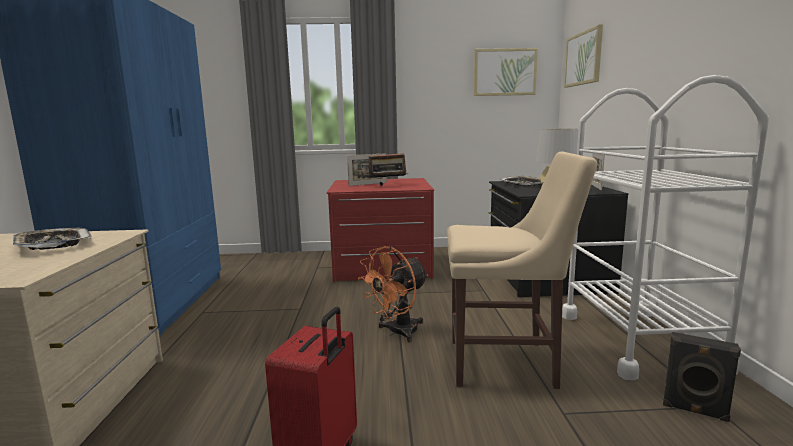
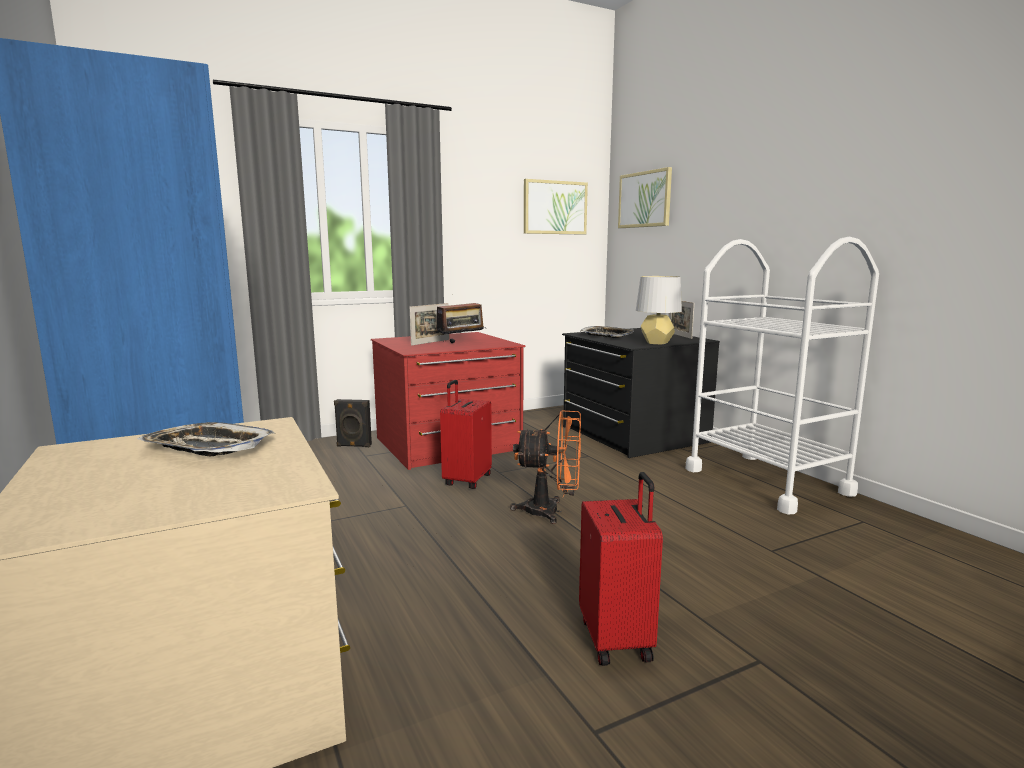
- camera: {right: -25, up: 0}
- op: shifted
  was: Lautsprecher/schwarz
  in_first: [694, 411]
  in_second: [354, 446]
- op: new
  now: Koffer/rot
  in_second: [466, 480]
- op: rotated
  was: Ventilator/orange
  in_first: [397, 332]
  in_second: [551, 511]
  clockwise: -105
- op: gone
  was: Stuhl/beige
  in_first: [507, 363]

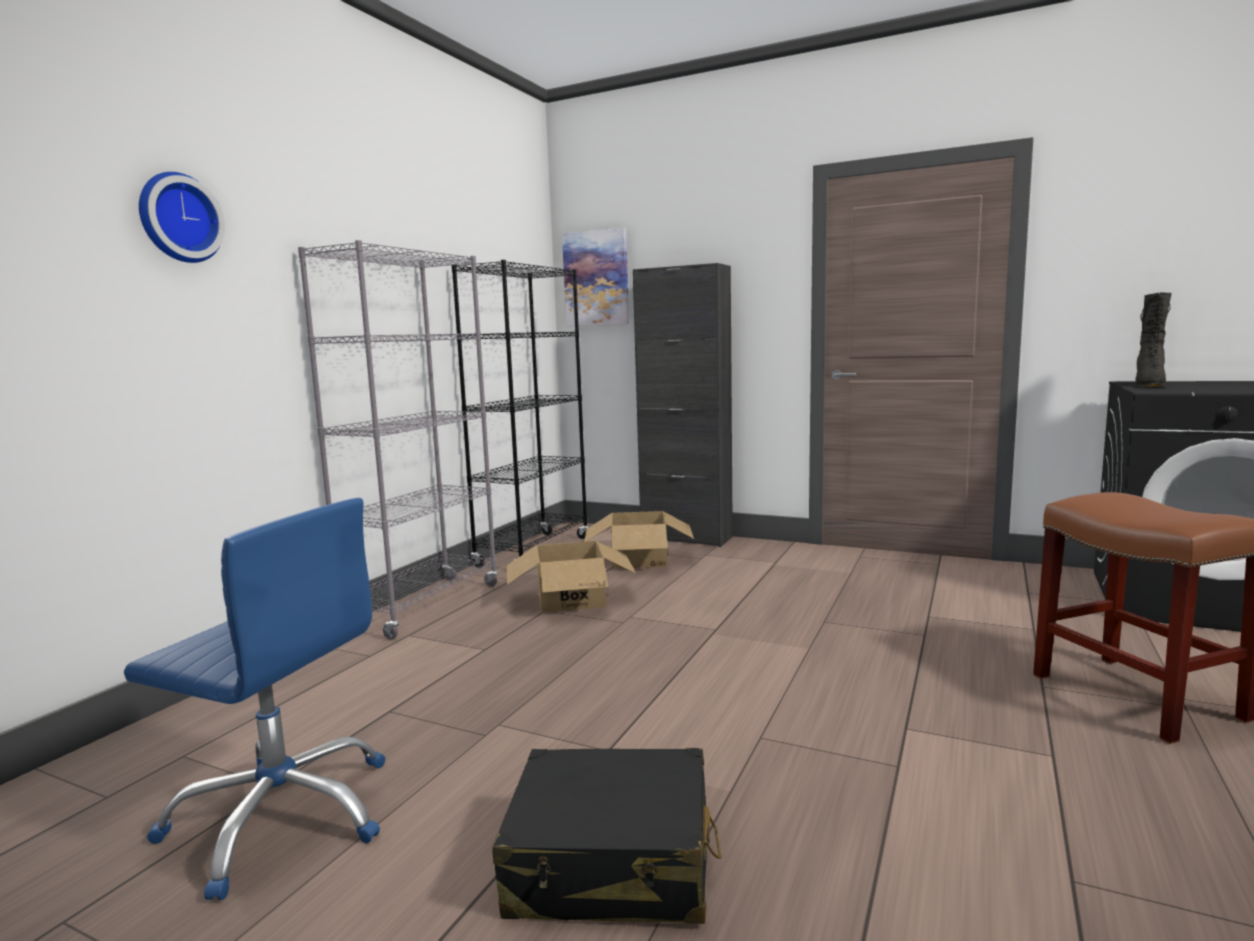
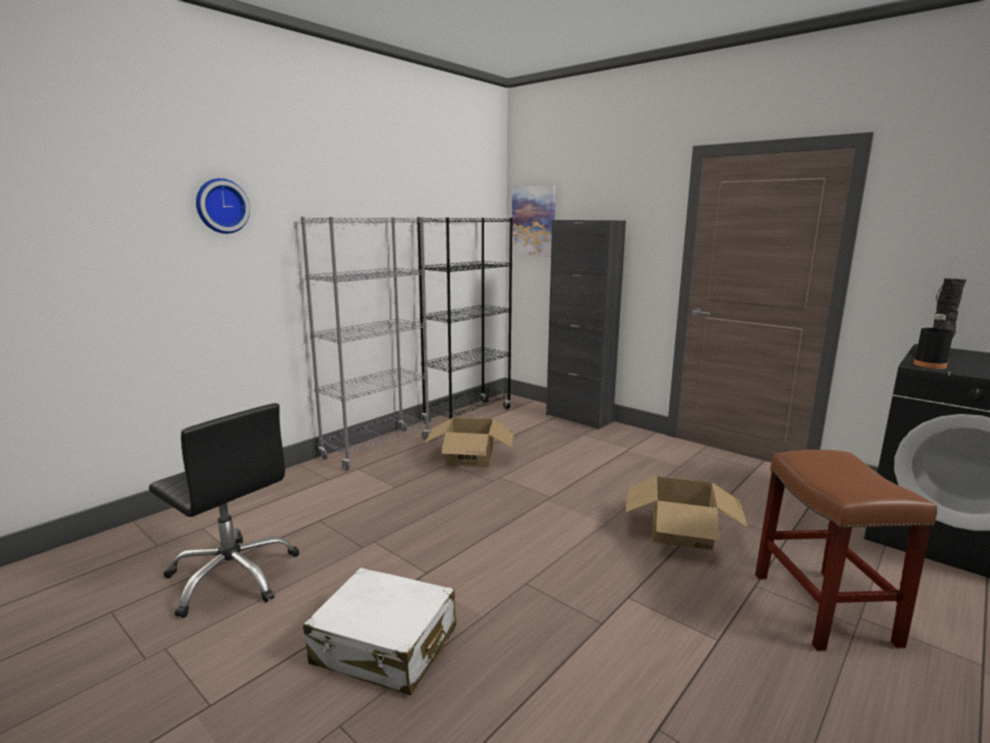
- camera: {right: 15, up: 5}
- op: repainted
  was: Bürostuhl/blau
  now: Bürostuhl/schwarz
  in_first: [283, 816]
  in_second: [233, 576]
- op: repainted
  was: Koffer/schwarz
  now: Koffer/weiß
  in_first: [612, 864]
  in_second: [385, 646]
- op: shifted
  was: Karton
  in_first: [639, 559]
  in_second: [681, 531]
- op: new
  now: Flasche/schwarz
  in_second: [929, 365]

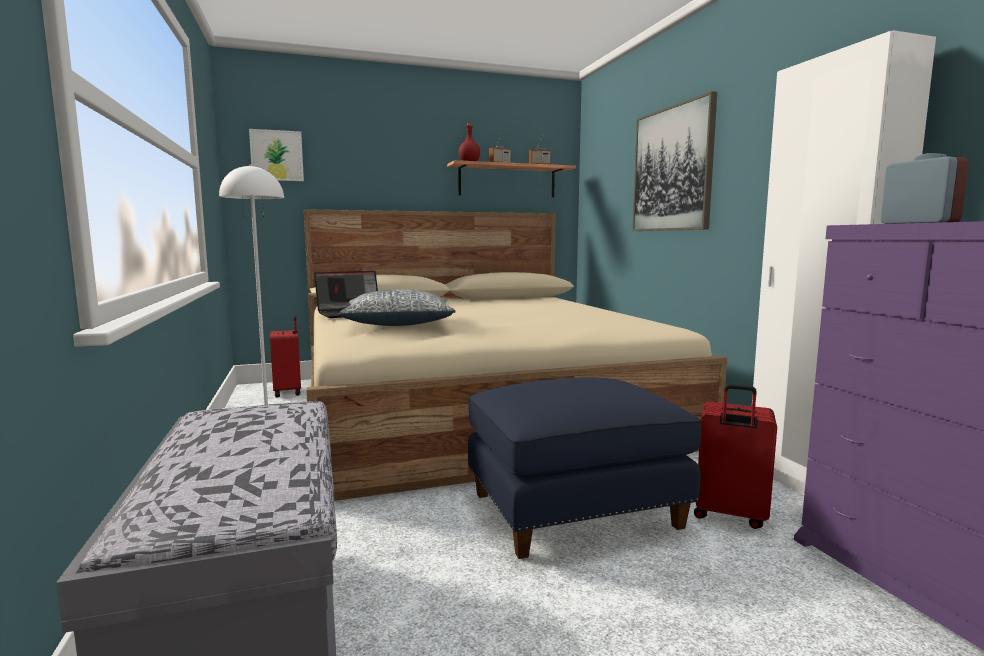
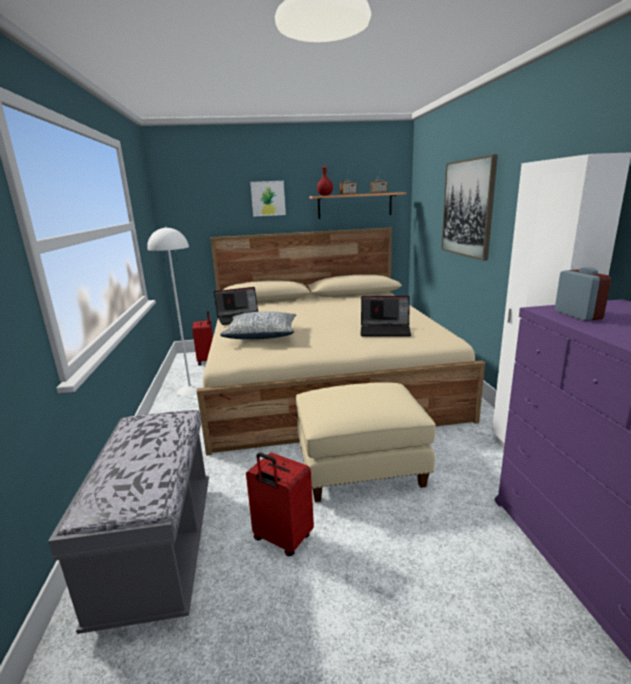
- camera: {right: 10, up: 10}
- op: shifted
  was: Koffer/rot
  in_first: [729, 516]
  in_second: [282, 539]
- op: shifted
  was: Bild
  in_first: [277, 155]
  in_second: [268, 198]
- op: repainted
  was: Polsterhocker/blau
  now: Polsterhocker/beige
  in_first: [574, 509]
  in_second: [360, 467]
- op: new
  now: Laptop
  in_second: [386, 330]

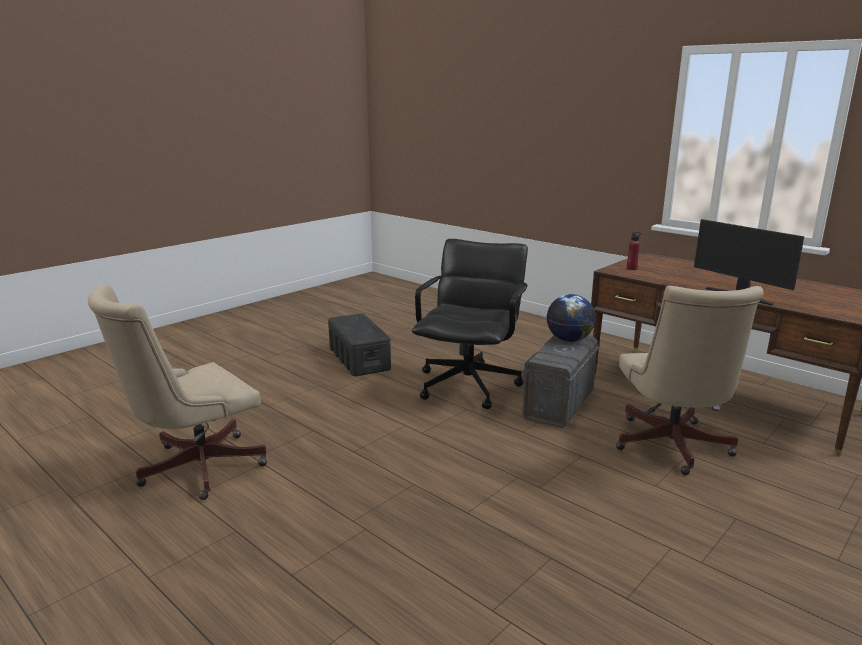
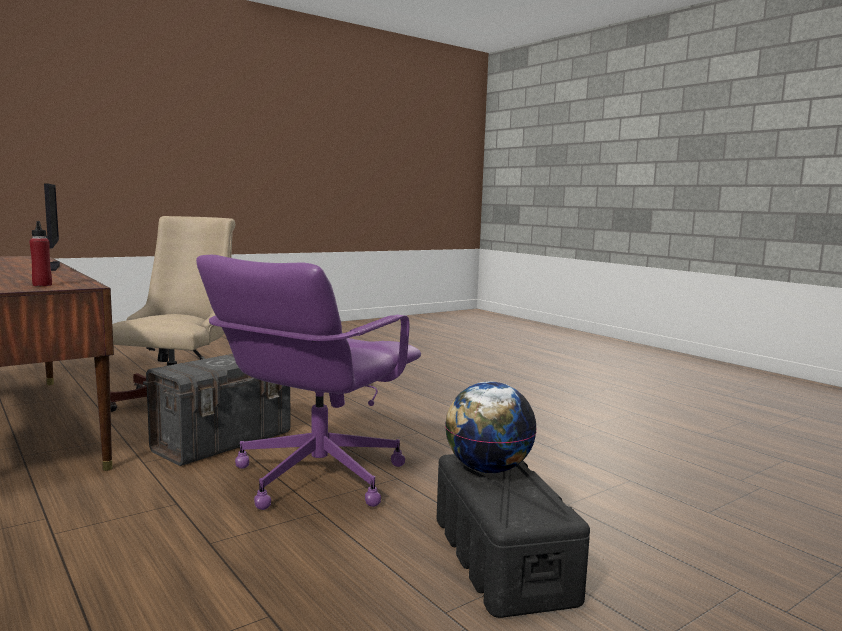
- camera: {right: -170, up: -10}
- op: repainted
  was: Bürostuhl/schwarz
  now: Bürostuhl/lila
  in_first: [469, 385]
  in_second: [316, 477]
- op: shifted
  was: Globus
  in_first: [569, 340]
  in_second: [487, 469]
- op: gone
  was: Bürostuhl/beige
  in_first: [193, 468]

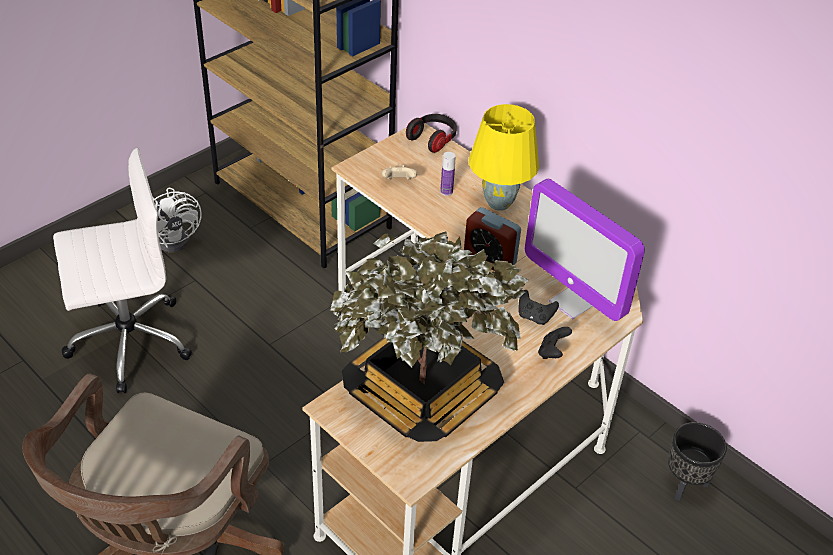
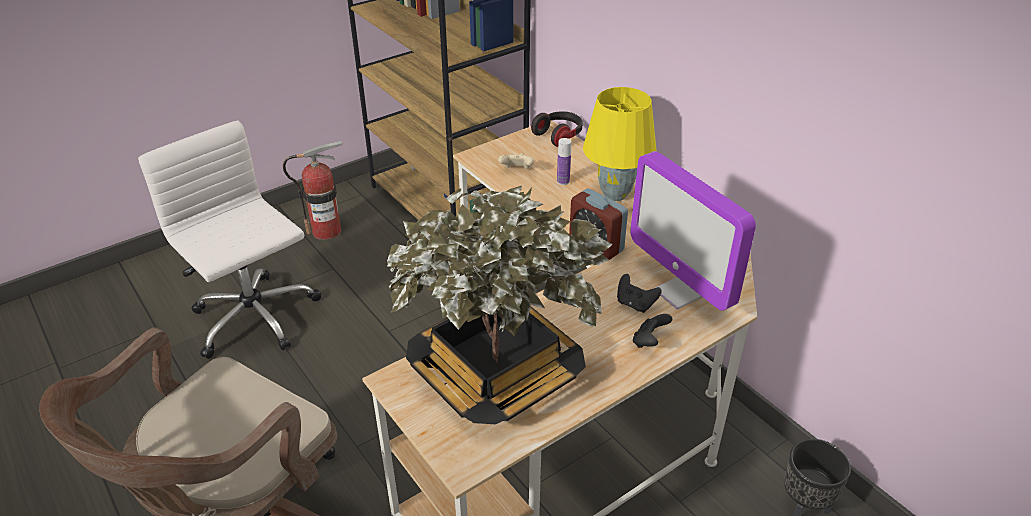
- camera: {right: 10, up: -5}
- op: rotated
  was: Bürostuhl/weiß
  in_first: [127, 341]
  in_second: [256, 319]
  clockwise: -120
- op: swapped
  was: Ventilator/weiß
  now: Feuerlöscher
  in_first: [177, 237]
  in_second: [326, 231]

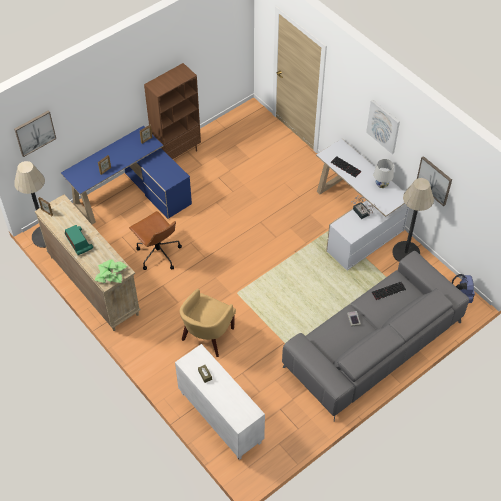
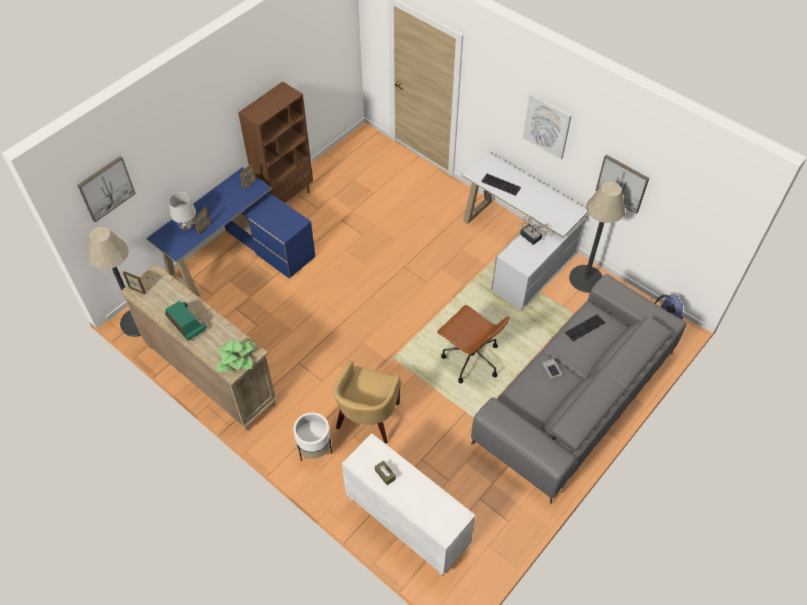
- camera: {right: -10, up: 0}
- op: shifted
  was: Tischlampe/weiß
  in_first: [382, 184]
  in_second: [186, 225]
- op: new
  now: Pflanzkübel/weiß
  in_second: [315, 449]
- op: shifted
  was: Bürostuhl/braun
  in_first: [158, 253]
  in_second: [470, 359]

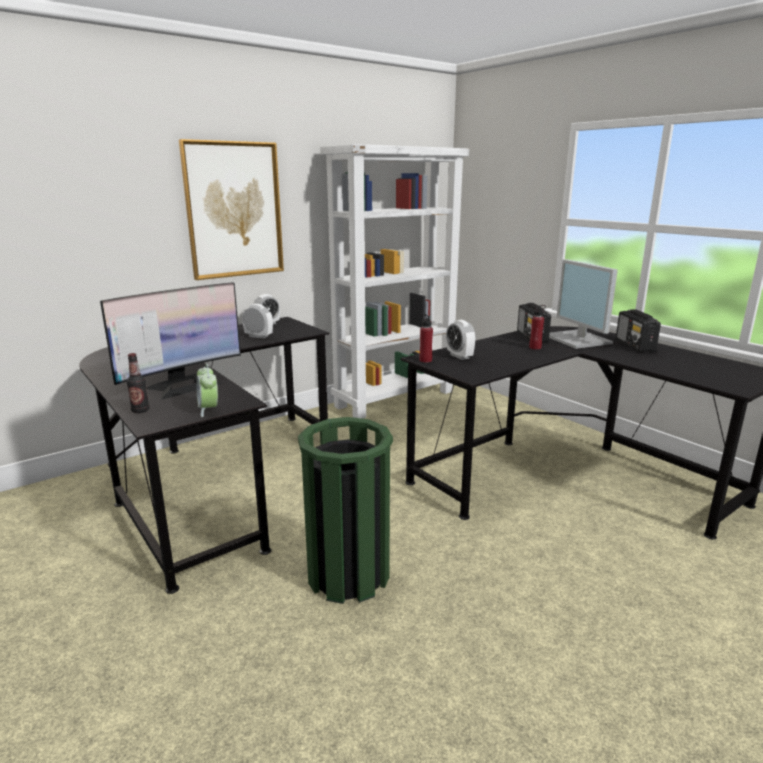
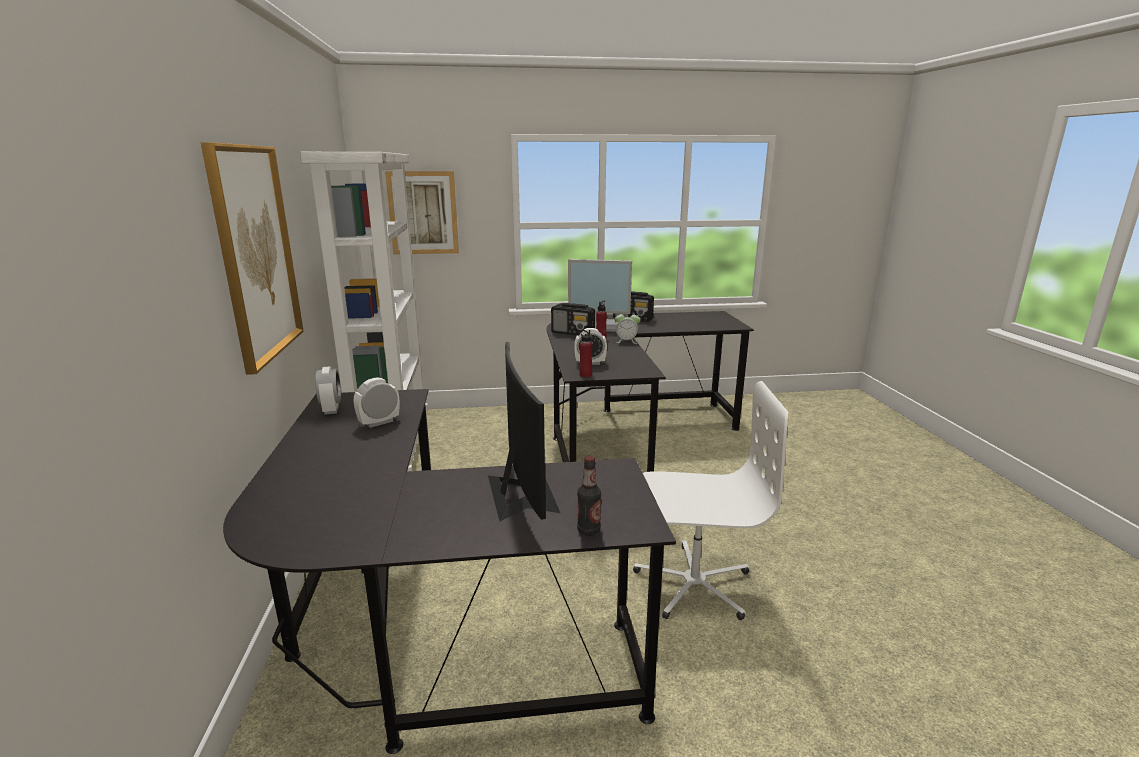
- camera: {right: -60, up: 0}
- op: new
  now: Bild
  in_second: [423, 213]
- op: shifted
  was: Wecker
  in_first: [209, 410]
  in_second: [626, 341]
- op: swapped
  was: Mülleimer/grün
  now: Bürostuhl/weiß
  in_first: [348, 575]
  in_second: [693, 583]

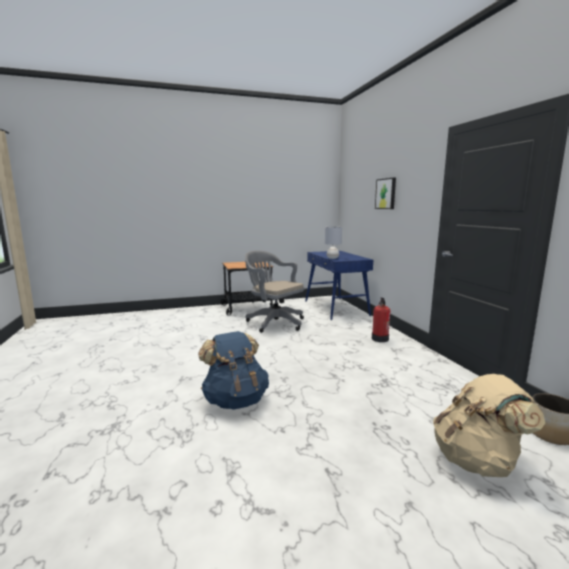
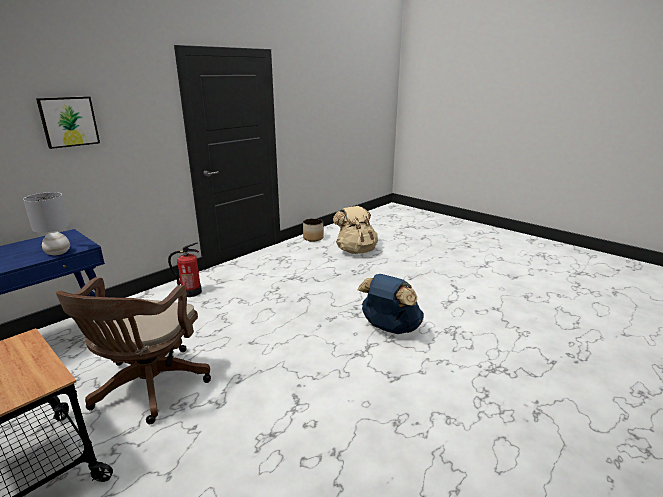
- camera: {right: -120, up: 10}
- op: repainted
  was: Bürostuhl/grau
  now: Bürostuhl/braun
  in_first: [273, 322]
  in_second: [148, 388]

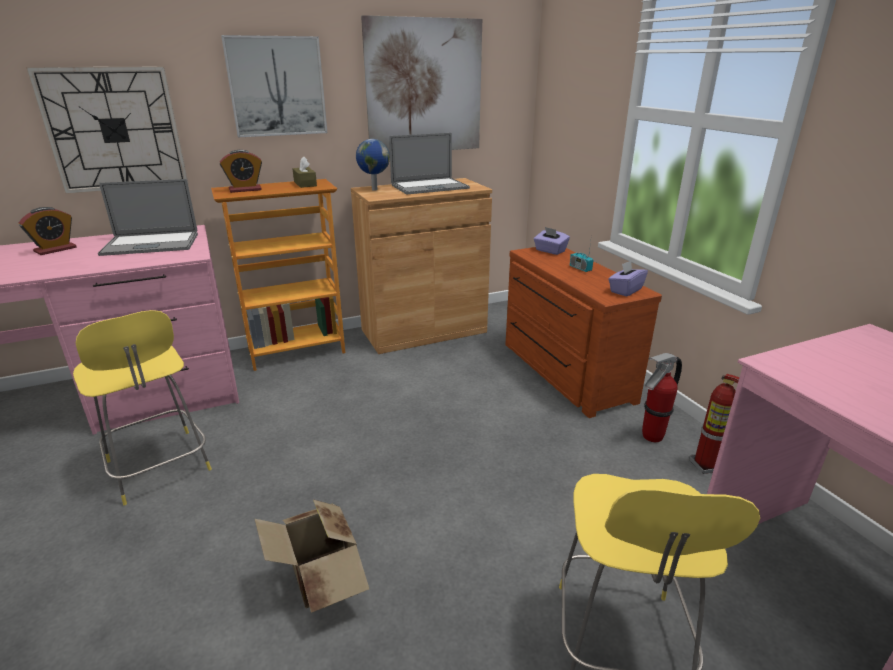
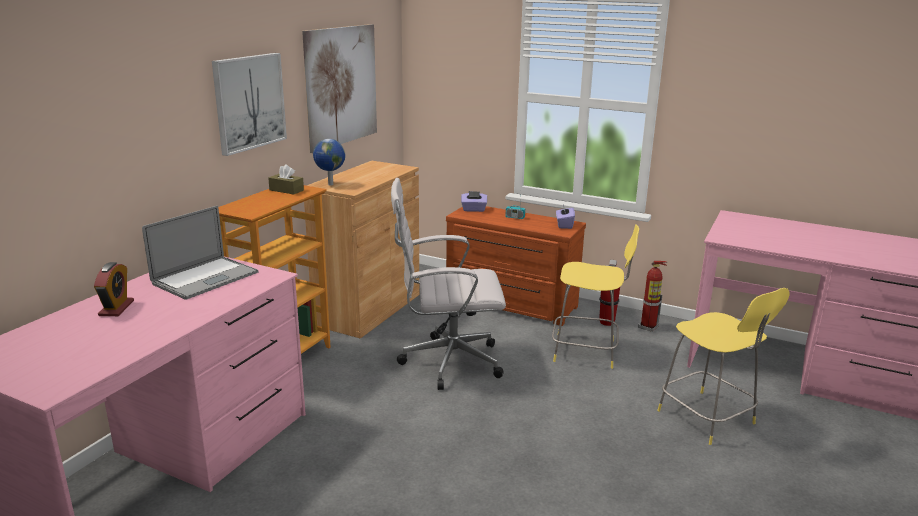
- camera: {right: -40, up: -5}
- op: new
  now: Bürostuhl/weiß
  in_second: [446, 362]
- op: shifted
  was: Hocker/gelb
  in_first: [159, 468]
  in_second: [587, 351]
- op: gone
  was: Wanduhr
  in_first: [114, 130]
- op: gone
  was: Wecker
  in_first: [245, 190]
- op: gone
  was: Karton
  in_first: [320, 582]
- op: gone
  was: Laptop
  in_first: [429, 187]

